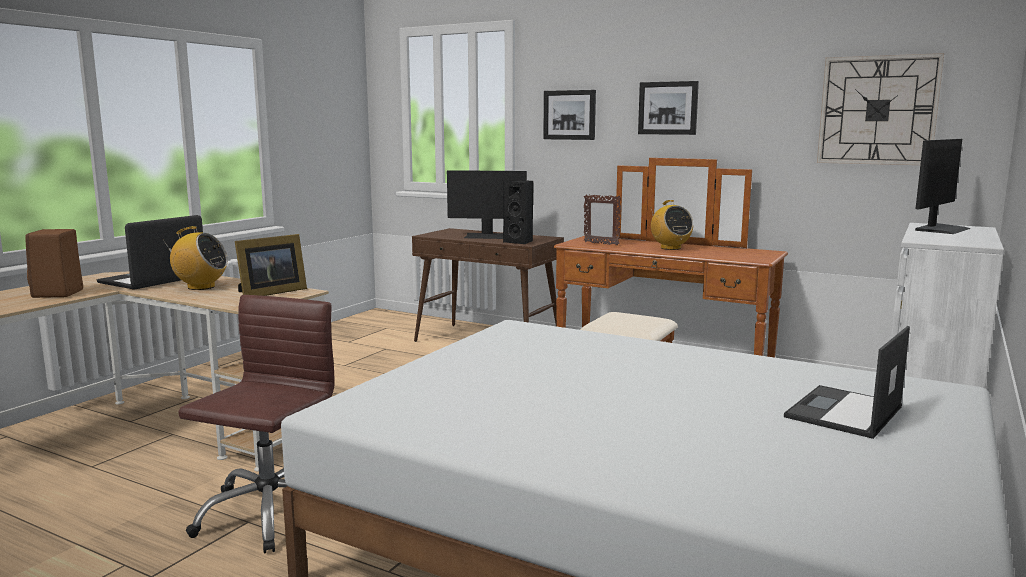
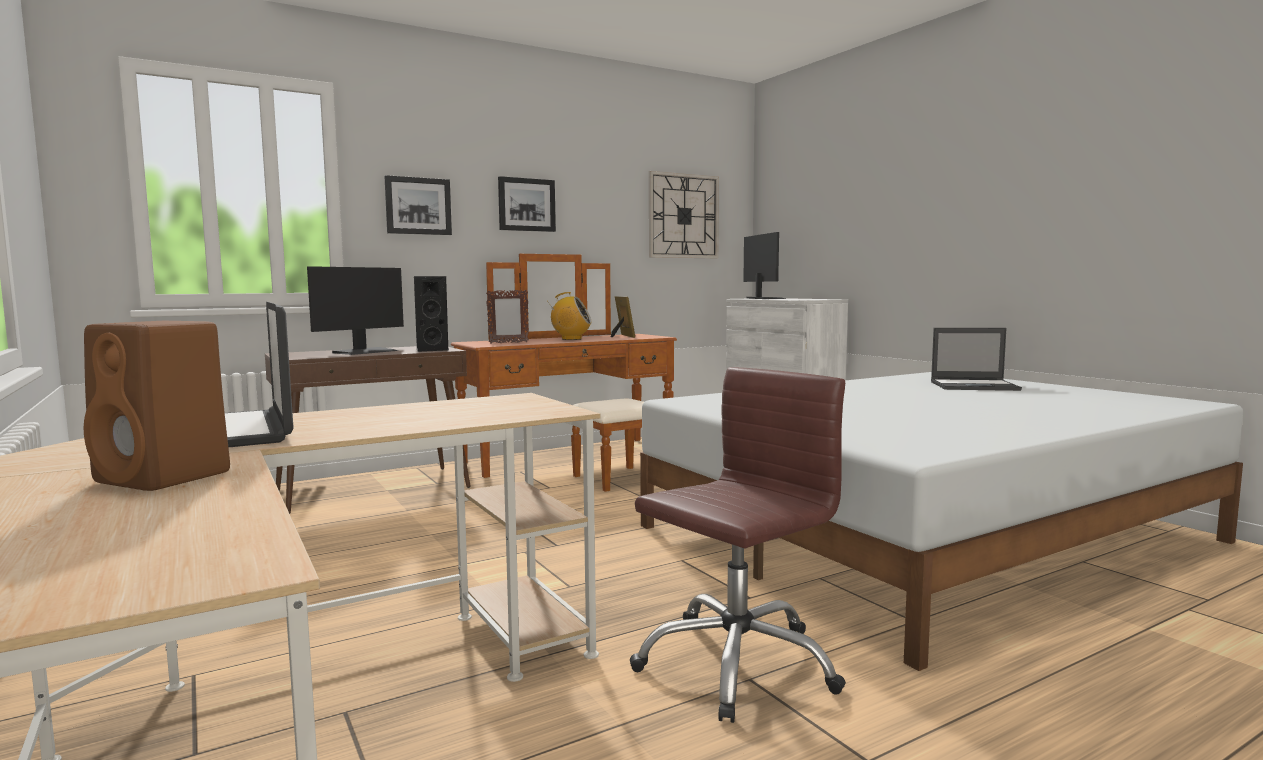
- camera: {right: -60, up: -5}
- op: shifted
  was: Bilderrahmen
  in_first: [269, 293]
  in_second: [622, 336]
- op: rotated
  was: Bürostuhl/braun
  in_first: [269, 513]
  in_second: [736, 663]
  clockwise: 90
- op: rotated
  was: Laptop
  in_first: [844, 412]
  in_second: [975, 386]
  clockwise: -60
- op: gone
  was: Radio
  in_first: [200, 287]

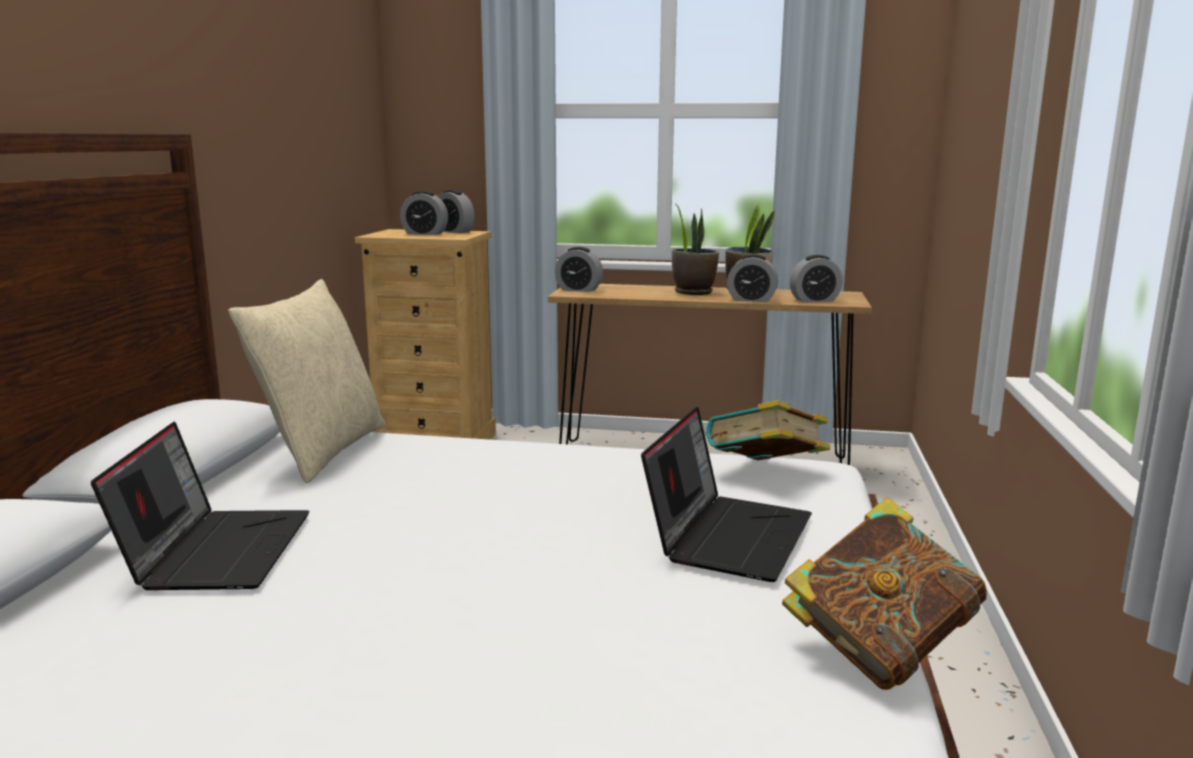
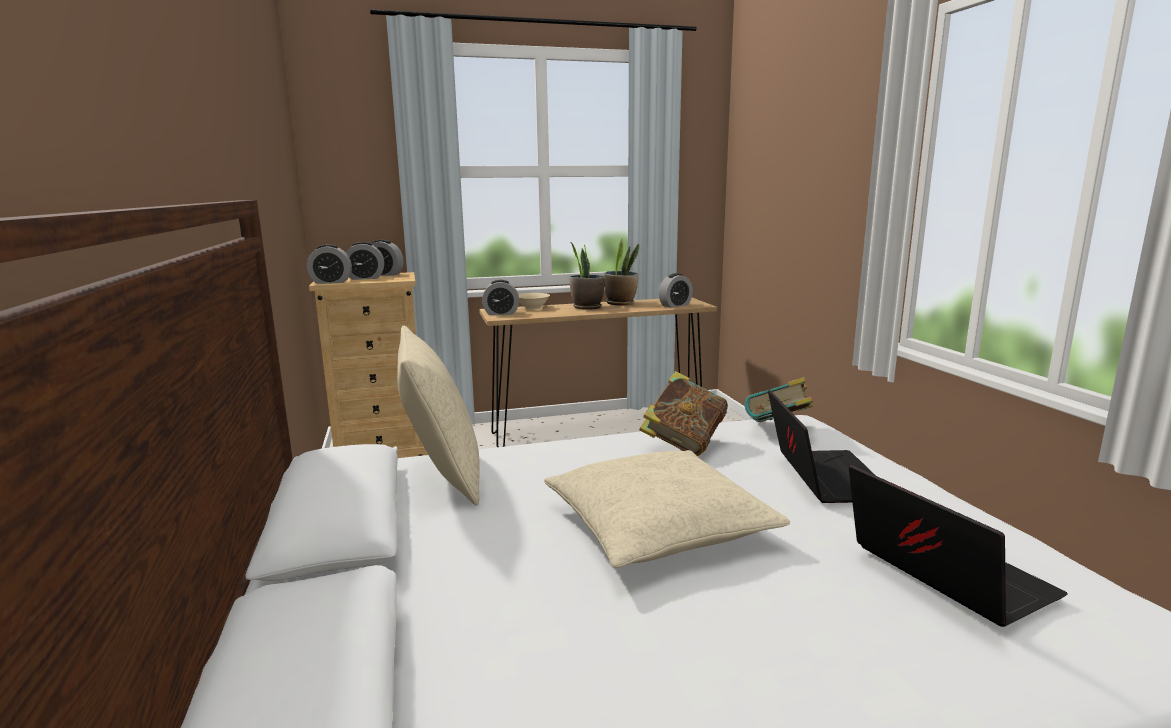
- camera: {right: -25, up: 0}
- op: shifted
  was: Wecker
  in_first: [751, 300]
  in_second: [331, 282]
- op: new
  now: Schüssel/beige
  in_second: [533, 308]
- op: new
  now: Kissen/beige
  in_second: [657, 526]
- op: shifted
  was: Buch
  in_first: [878, 650]
  in_second: [683, 443]
- op: shifted
  was: Laptop
  in_first: [217, 550]
  in_second: [942, 574]

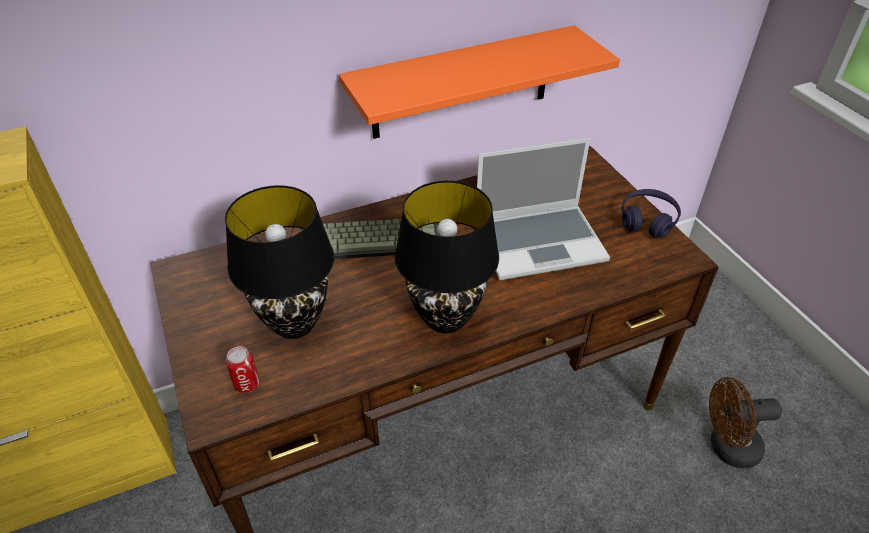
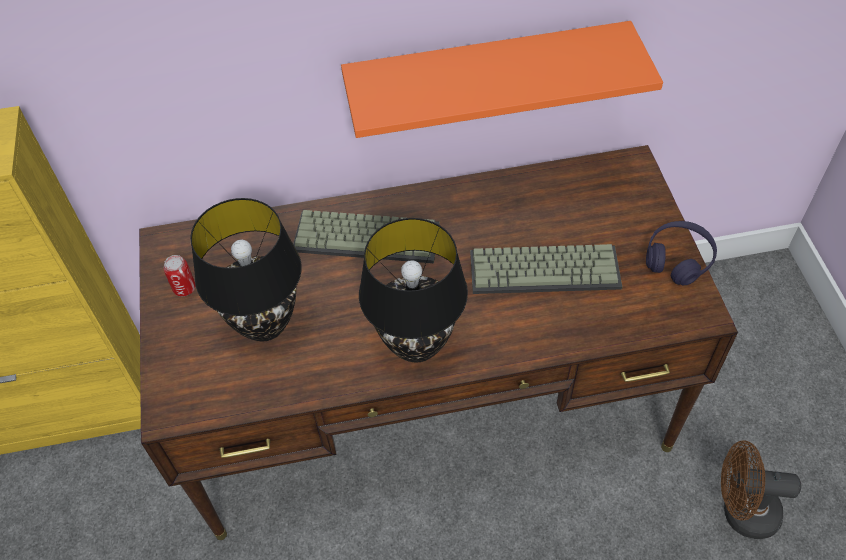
- camera: {right: 15, up: 10}
- op: shifted
  was: Dose
  in_first: [247, 384]
  in_second: [184, 288]
- op: swapped
  was: Laptop
  now: Tastatur
  in_first: [540, 242]
  in_second: [545, 268]

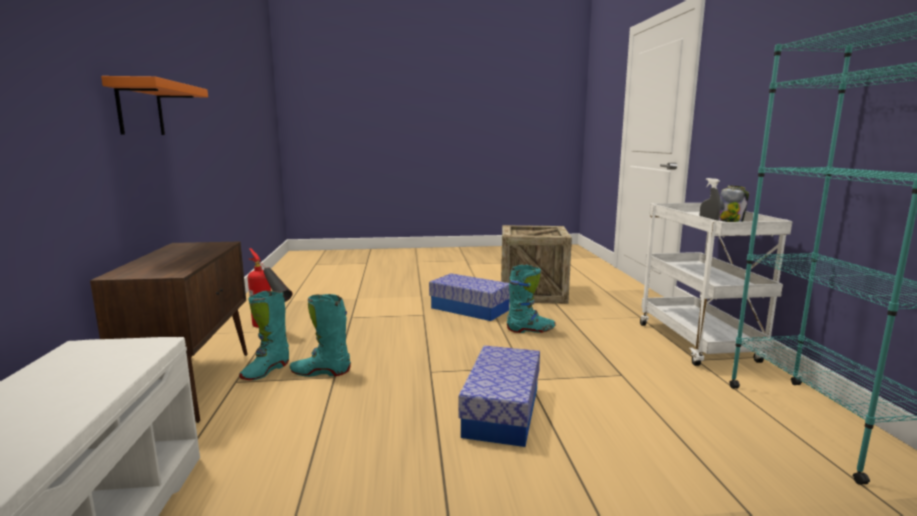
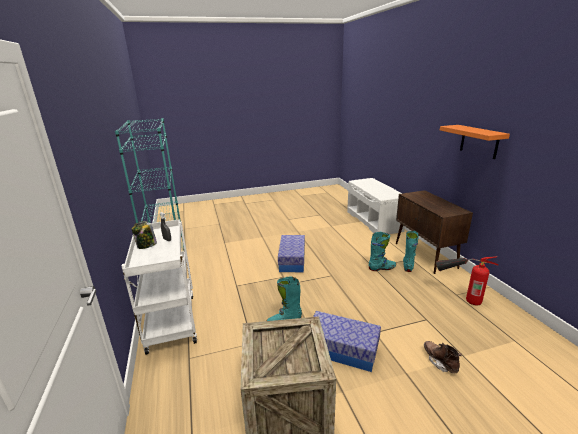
- camera: {right: 170, up: 10}
- op: new
  now: Stiefel/braun
  in_second: [440, 362]

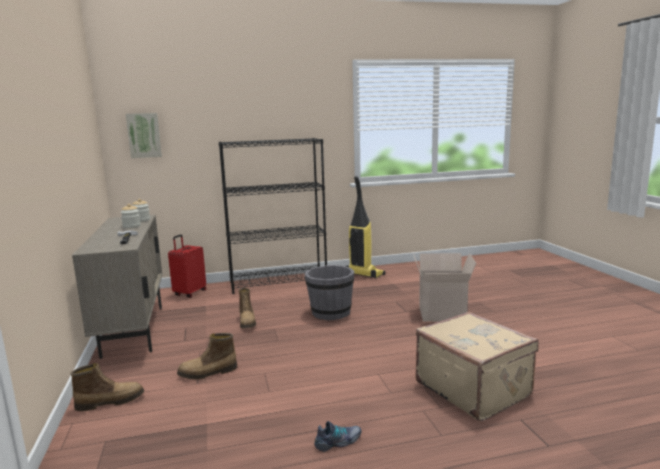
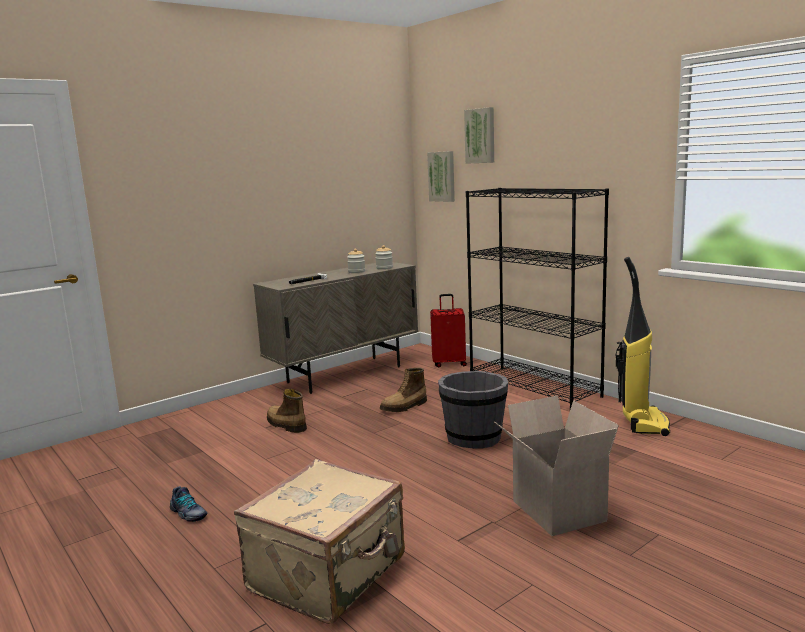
- camera: {right: 65, up: 0}
- op: new
  now: Bild
  in_second: [480, 136]
- op: gone
  was: Stiefel
  in_first: [110, 401]

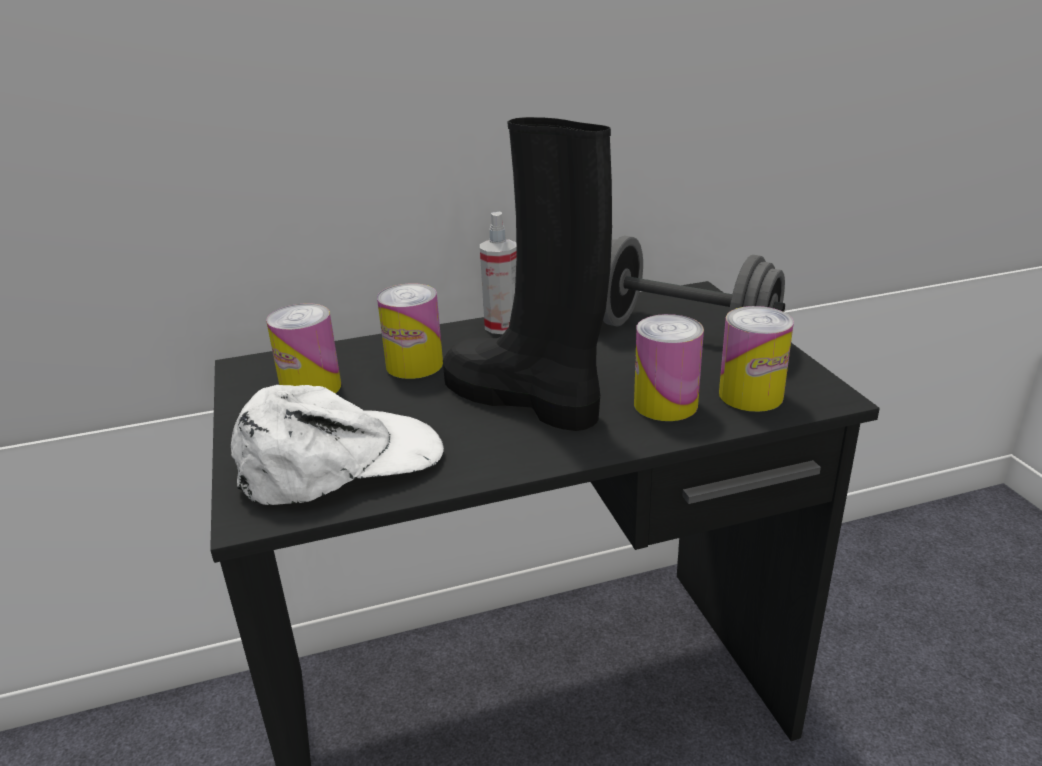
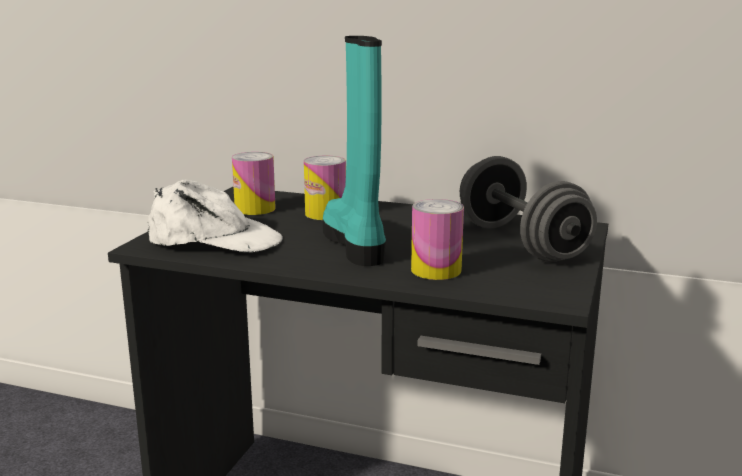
- camera: {right: 35, up: -10}
- op: repainted
  was: Stiefel/schwarz
  now: Stiefel/türkis
  in_first: [525, 399]
  in_second: [356, 244]
- op: gone
  was: Sprühflasche
  in_first: [502, 326]
- op: gone
  was: Dose
  in_first: [750, 395]

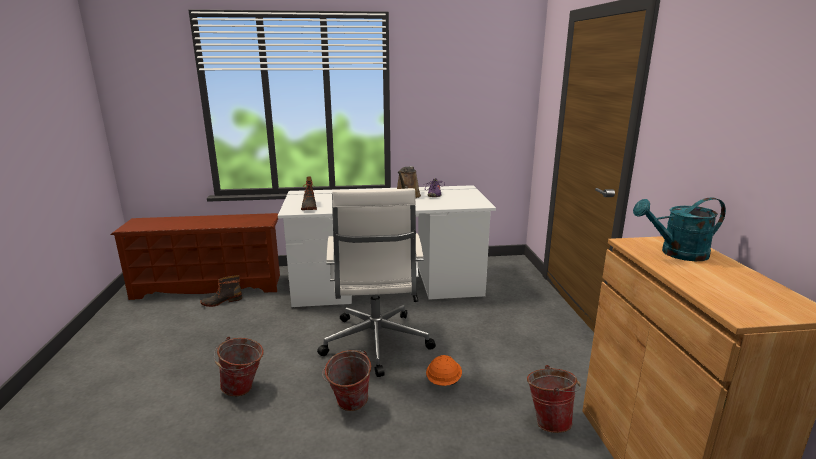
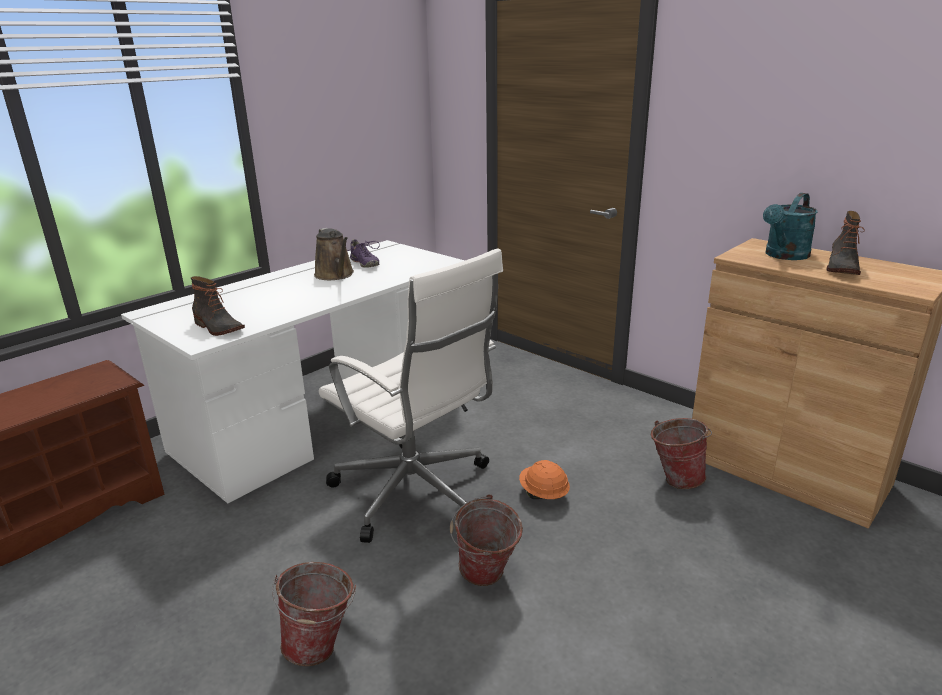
- camera: {right: -40, up: 5}
- op: shifted
  was: Stiefel
  in_first: [221, 301]
  in_second: [841, 267]

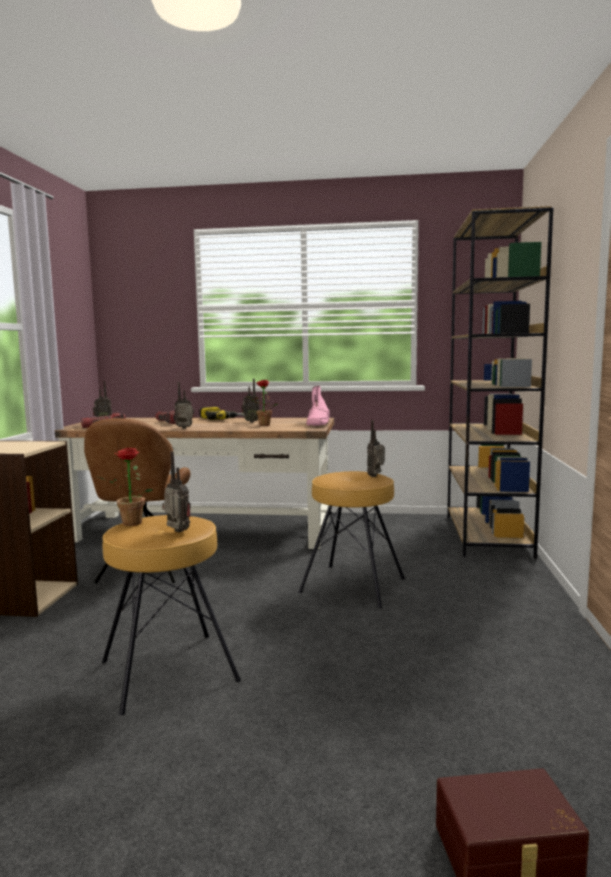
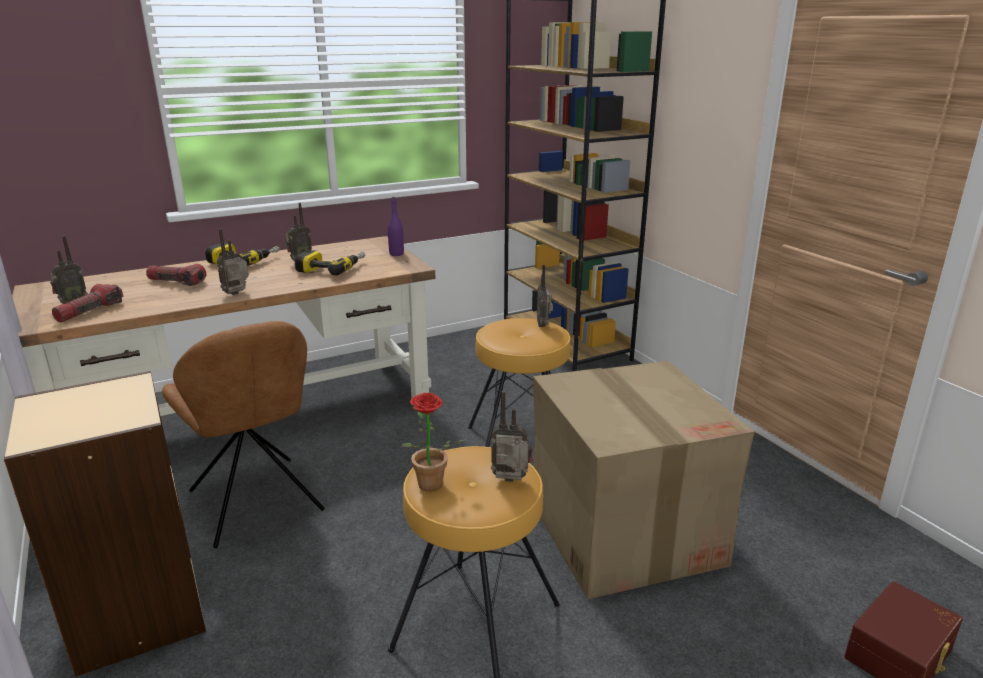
- camera: {right: -35, up: 15}
- op: swapped
  was: Topfpflanze
  now: Bohrmaschine
  in_first: [262, 425]
  in_second: [332, 268]
- op: swapped
  was: Stiefel/rosa
  now: Flasche/lila
  in_first: [318, 424]
  in_second: [396, 254]
- op: new
  now: Karton
  in_second: [624, 531]

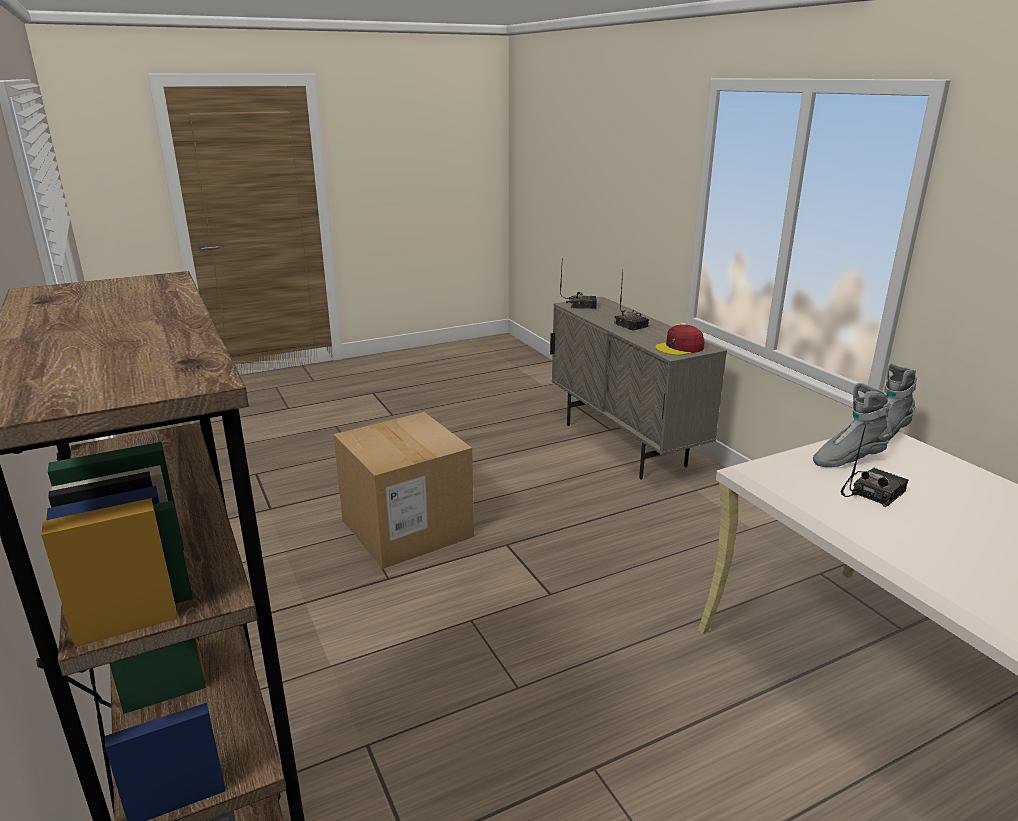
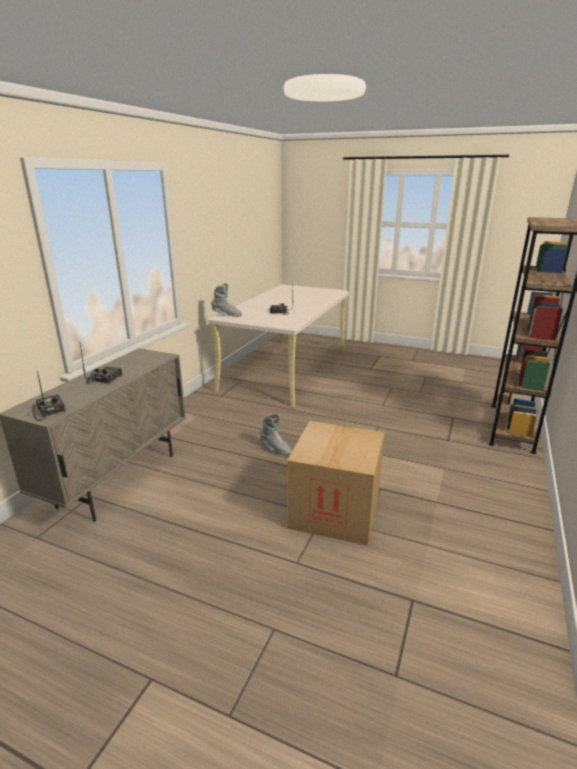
- camera: {right: -130, up: 0}
- op: shifted
  was: Stiefel/grau
  in_first: [848, 460]
  in_second: [275, 449]
- op: gone
  was: Kappe/rot
  in_first: [680, 348]

